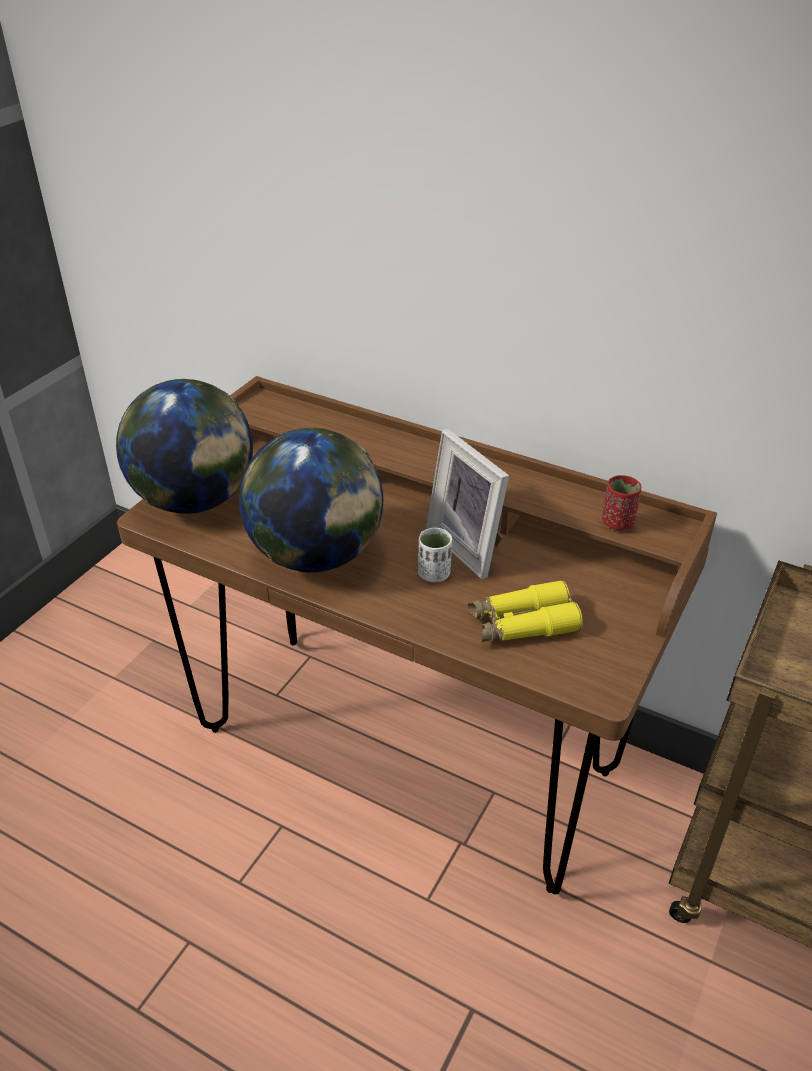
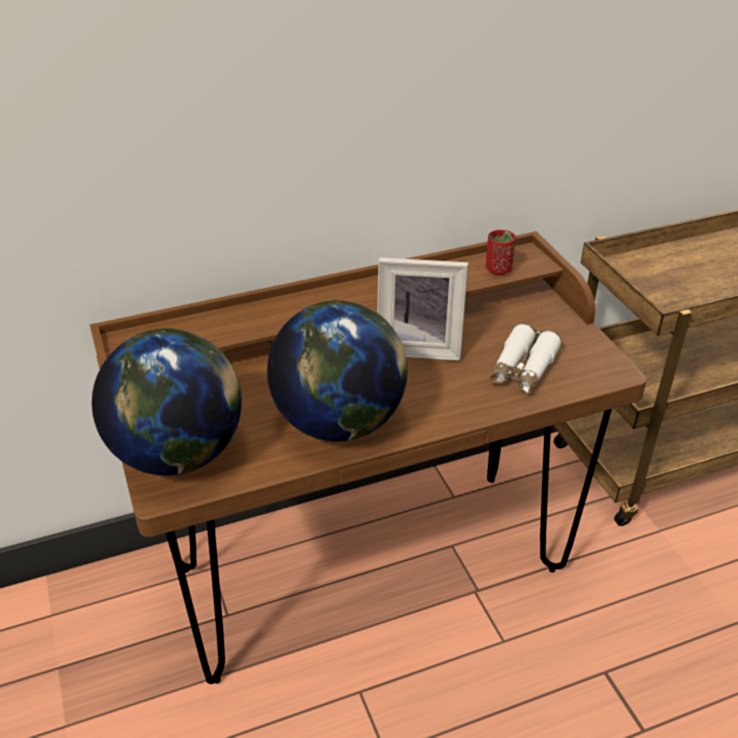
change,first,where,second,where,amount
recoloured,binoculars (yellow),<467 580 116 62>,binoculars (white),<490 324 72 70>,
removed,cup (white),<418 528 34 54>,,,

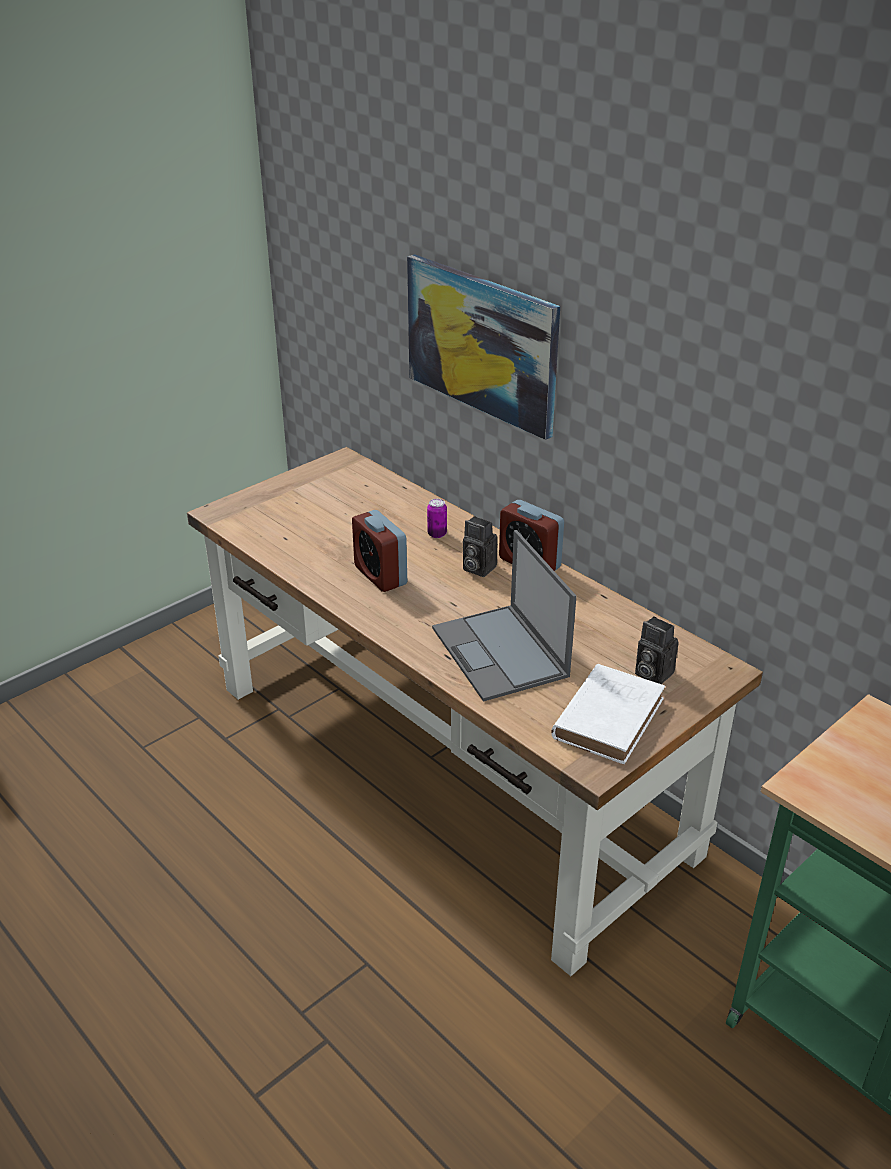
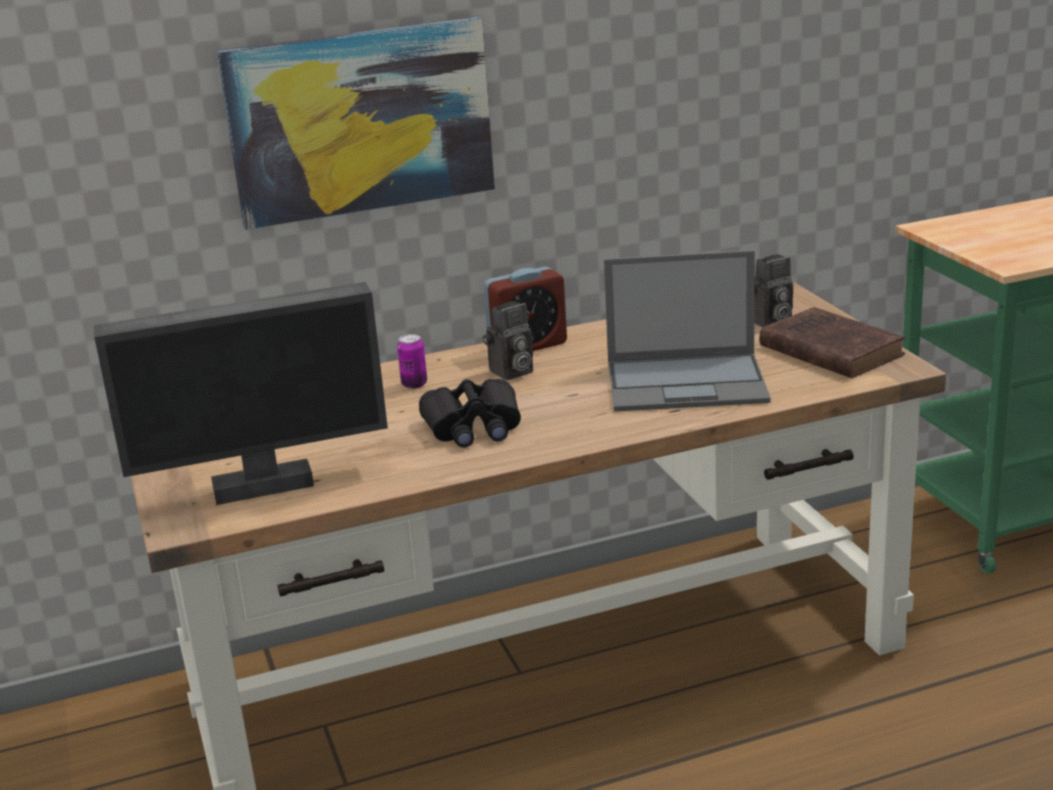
change,first,where,second,where,amount
added,,,monitor,<94 282 294 223>,
replaced,alarm clock,<352 510 55 82>,binoculars (black),<419 379 102 69>,
recoloured,book (white),<551 664 114 100>,book (brown),<760 307 146 71>,

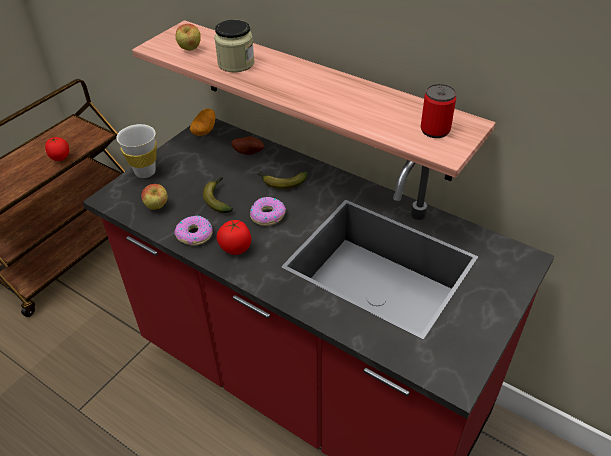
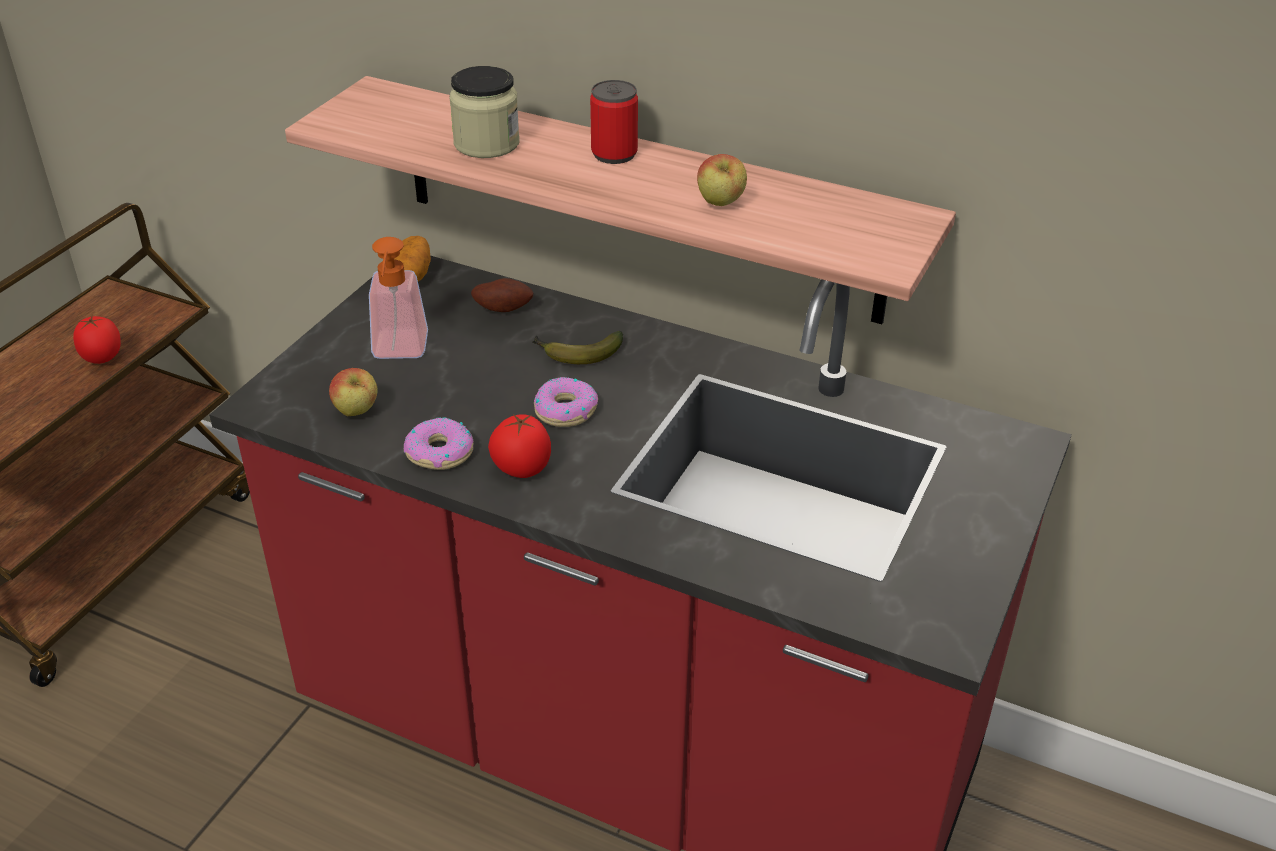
change,first,where,second,where,amount
added,,,soap dispenser,<369 237 59 122>,
moved,can,<421 84 35 54>,,<590 80 48 84>,
moved,apple,<176 24 25 27>,,<697 154 50 52>,
removed,cup (white),<116 124 41 54>,,,
removed,banana,<203 177 30 36>,,,

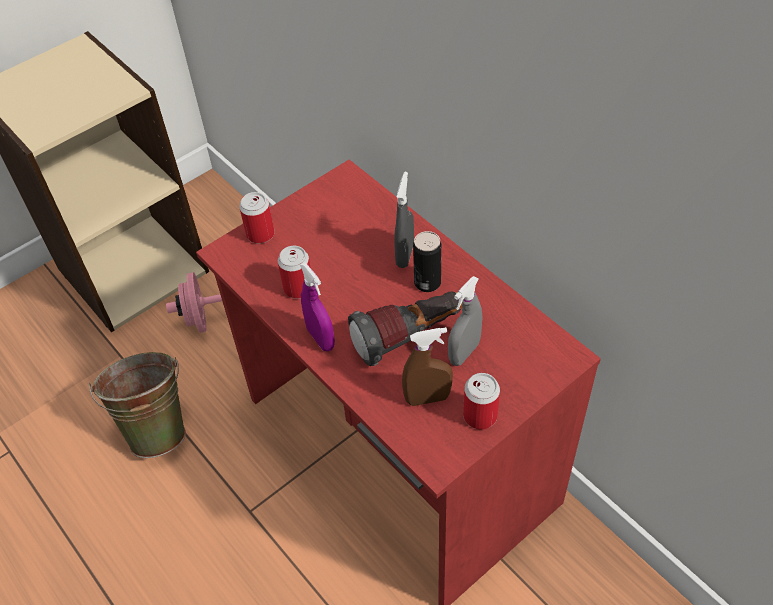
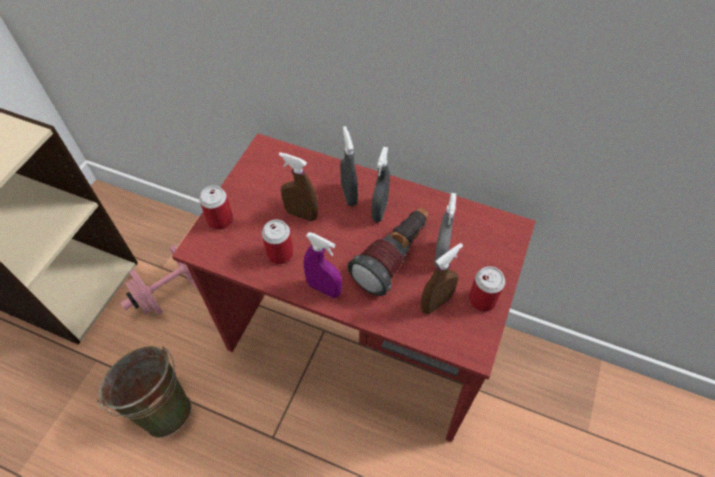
change,first,where,second,where,amount
added,,,spray bottle (brown),<279 152 39 69>,
replaced,can,<413 231 28 61>,spray bottle (grey),<371 147 19 75>,

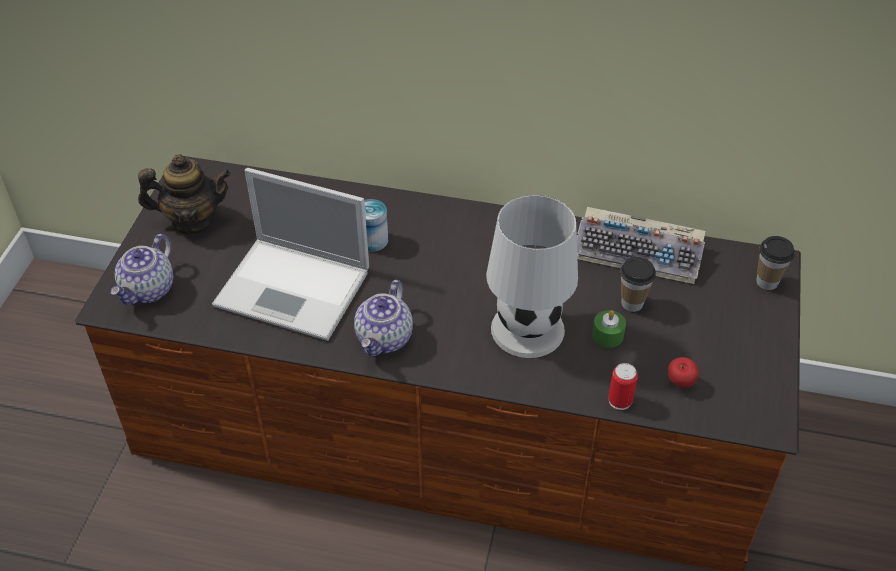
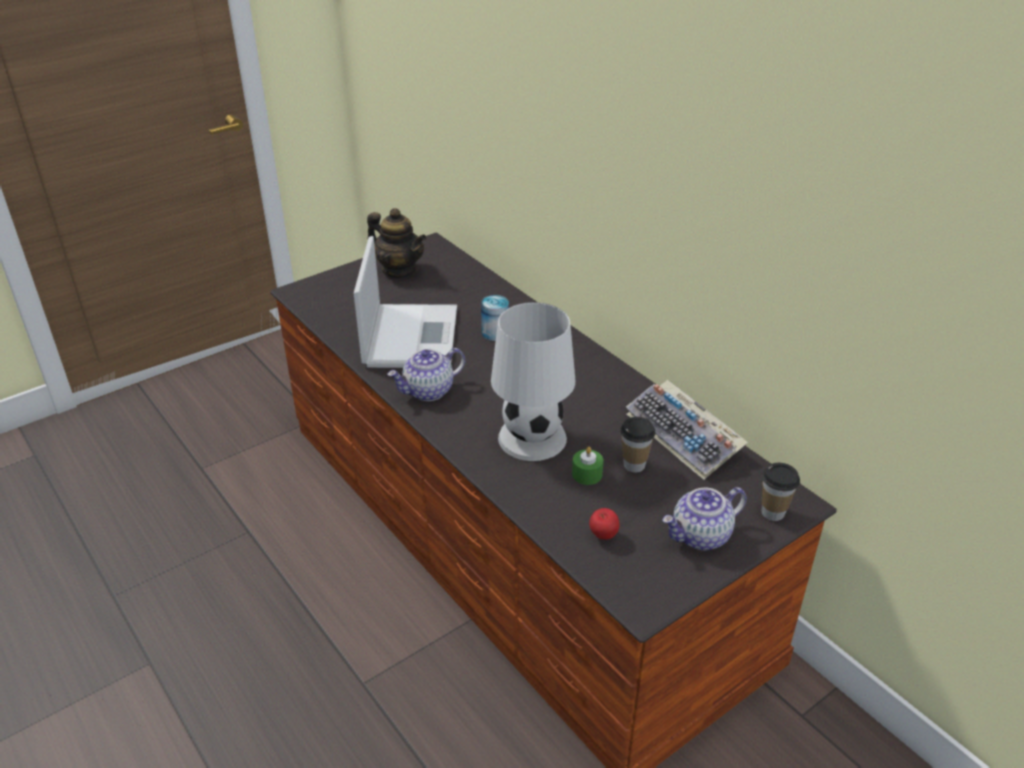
change,first,where,second,where,amount
turned,laptop,<212 168 157 173>,,<354 236 103 132>,150 degrees counterclockwise
moved,teapot,<111 234 62 71>,,<662 487 85 63>,
removed,can,<608 363 30 47>,,,

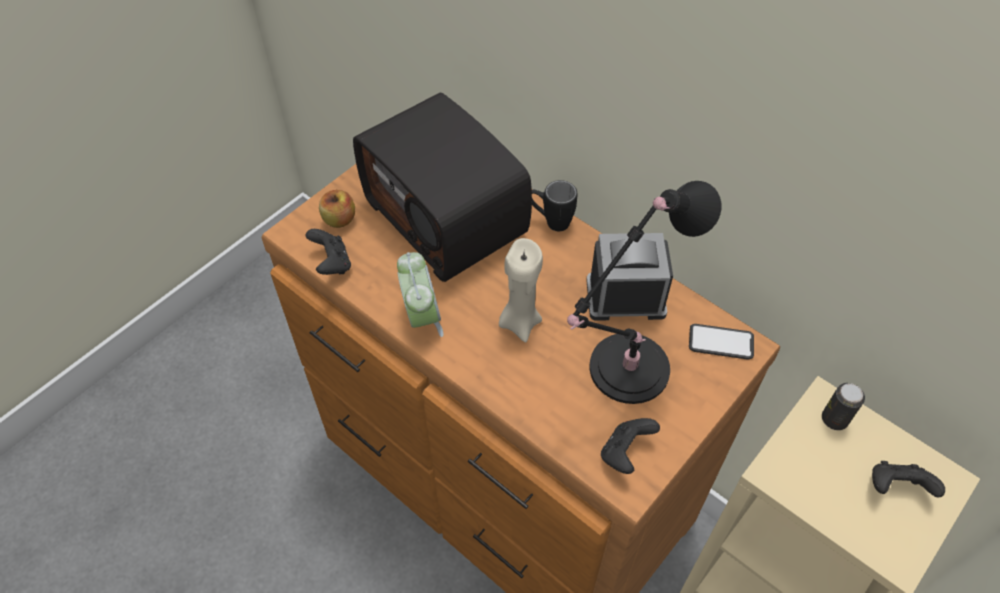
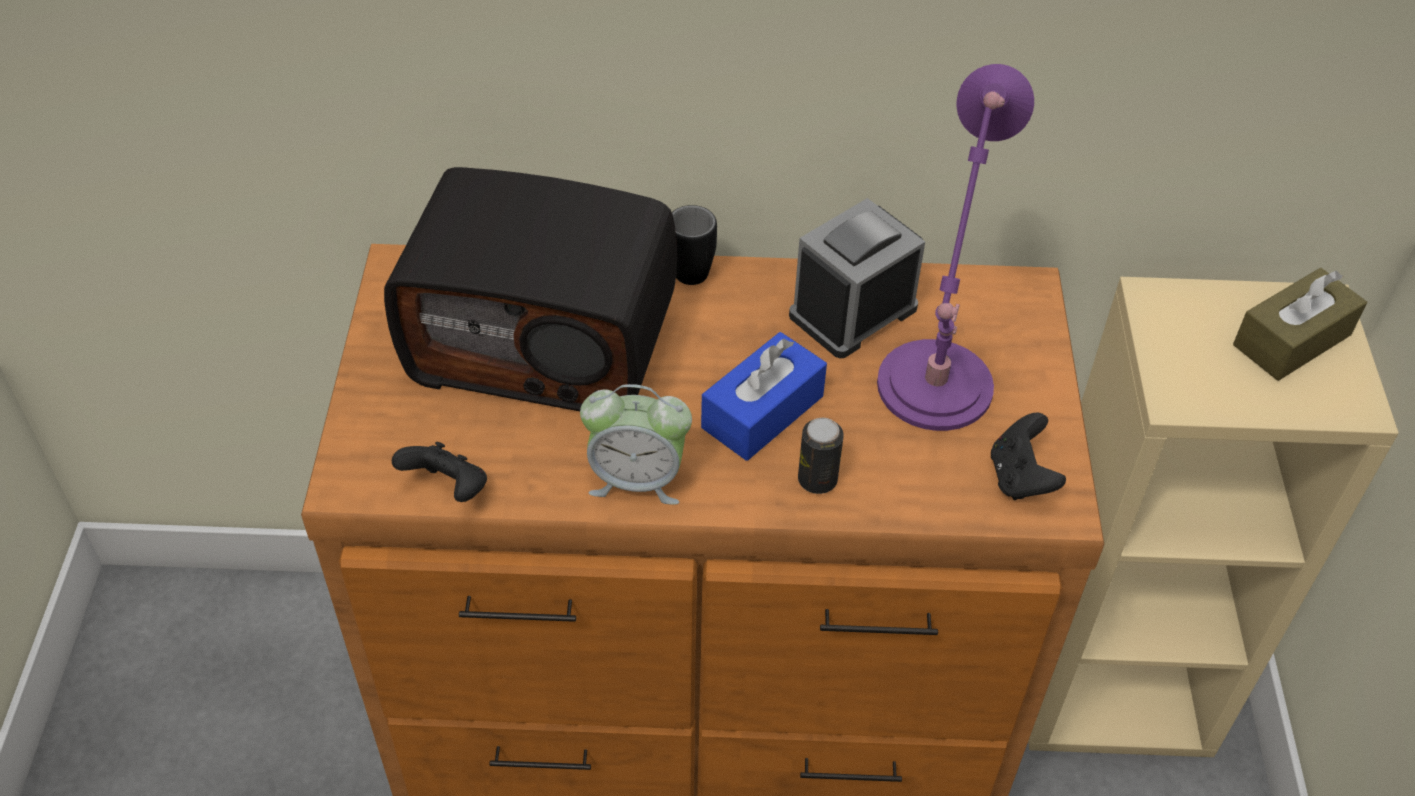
change,first,where,second,where,amount
turned,alarm clock,<397 252 47 85>,,<580 384 112 121>,150 degrees clockwise
replaced,candle (beige),<499 238 44 105>,tissue box (blue),<701 332 126 129>,
moved,can,<822 383 43 47>,,<798 418 46 76>,
recoloured,table lamp (black),<567 181 155 223>,table lamp (purple),<877 64 157 367>,
replaced,game controller (black),<872 461 73 36>,tissue box (brown),<1233 268 134 113>,
removed,apple,<319 190 36 38>,,,
removed,phone,<689 324 65 35>,,,

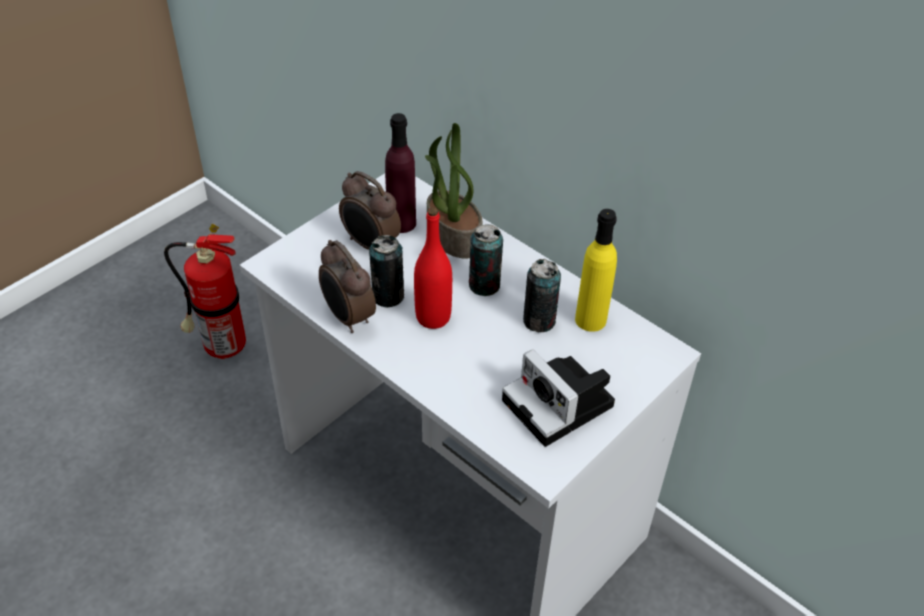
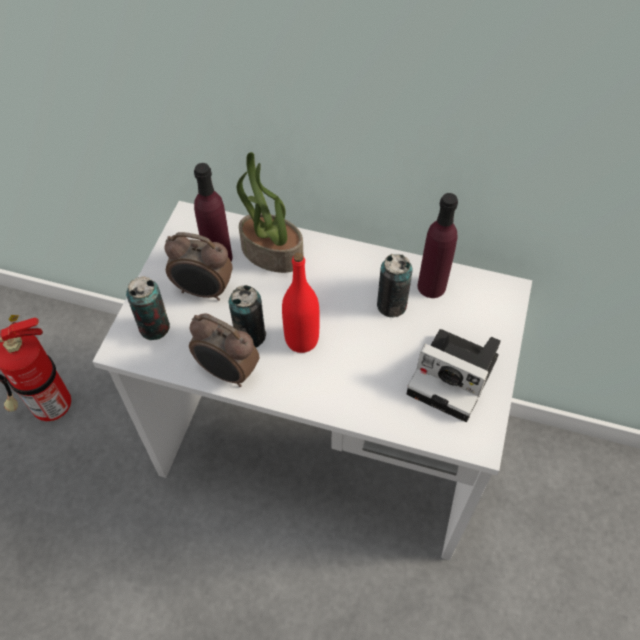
change,first,where,second,where,amount
moved,can,<469 224 34 72>,,<126 276 44 64>,
recoloured,bottle (yellow),<575 209 42 123>,bottle (purple),<417 193 41 105>,

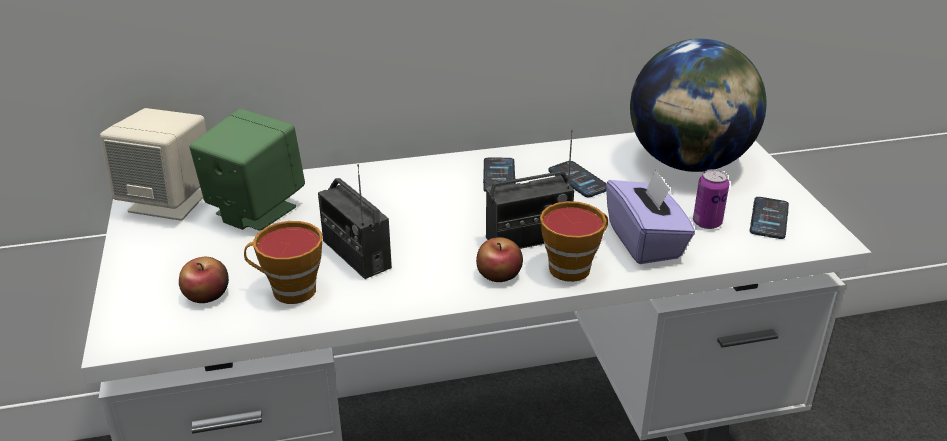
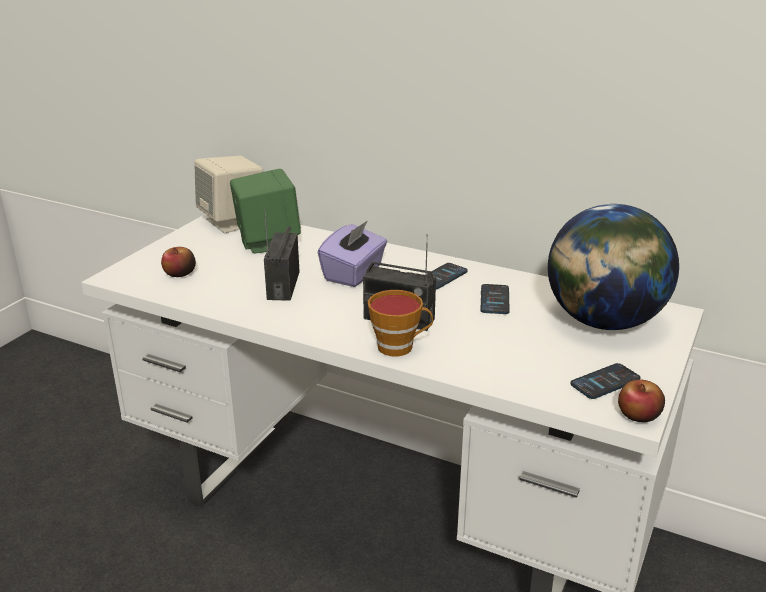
change,first,where,second,where,amount
moved,tissue box (purple),<606 170 89 94>,,<318 220 69 67>,
moved,apple,<476 237 47 45>,,<618 379 47 43>,
removed,cup,<244 221 78 83>,,,
removed,can,<693 169 36 60>,,,

